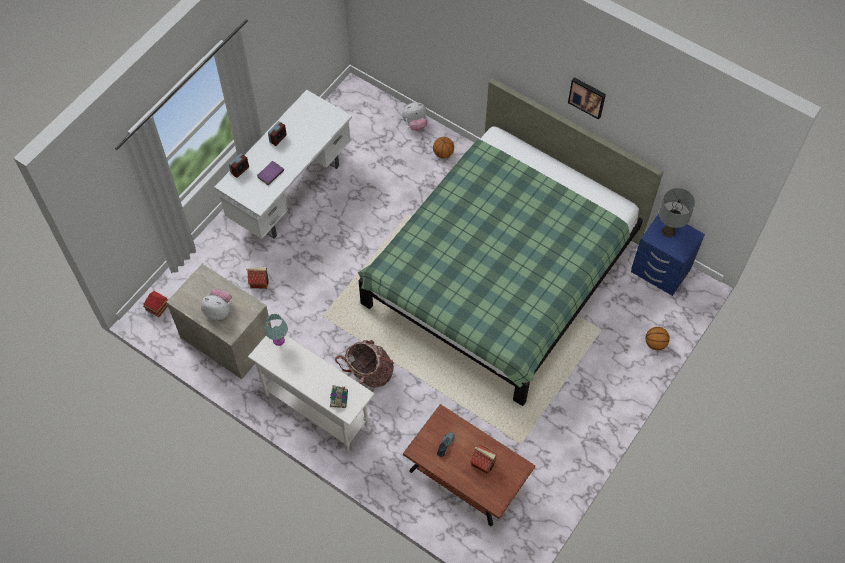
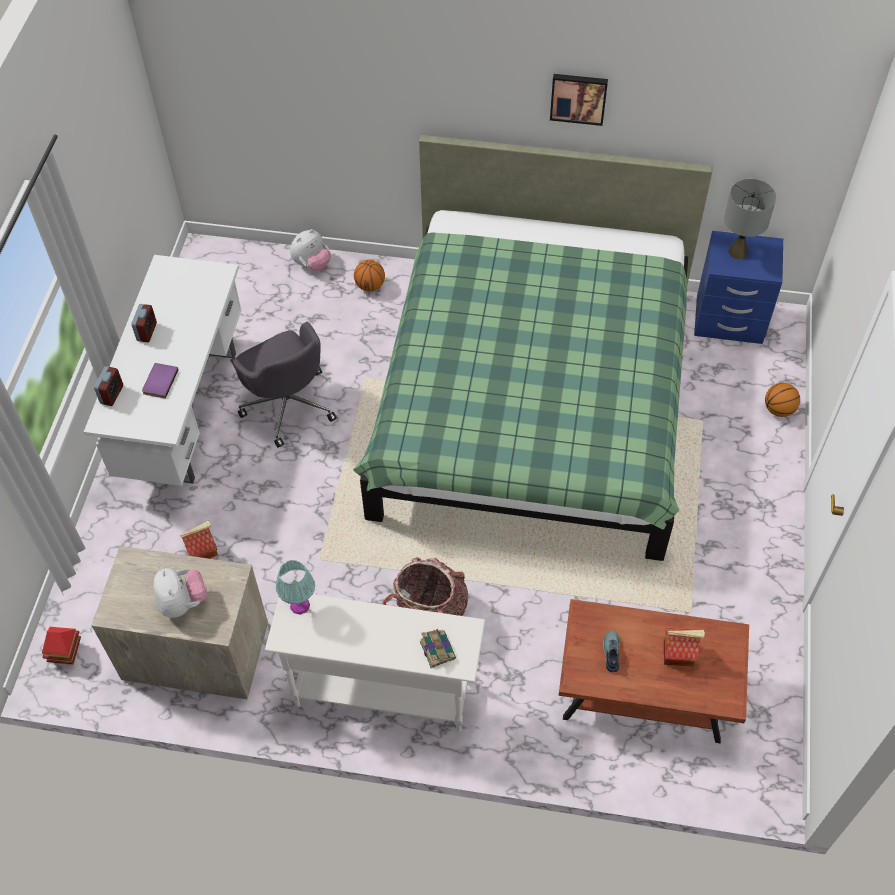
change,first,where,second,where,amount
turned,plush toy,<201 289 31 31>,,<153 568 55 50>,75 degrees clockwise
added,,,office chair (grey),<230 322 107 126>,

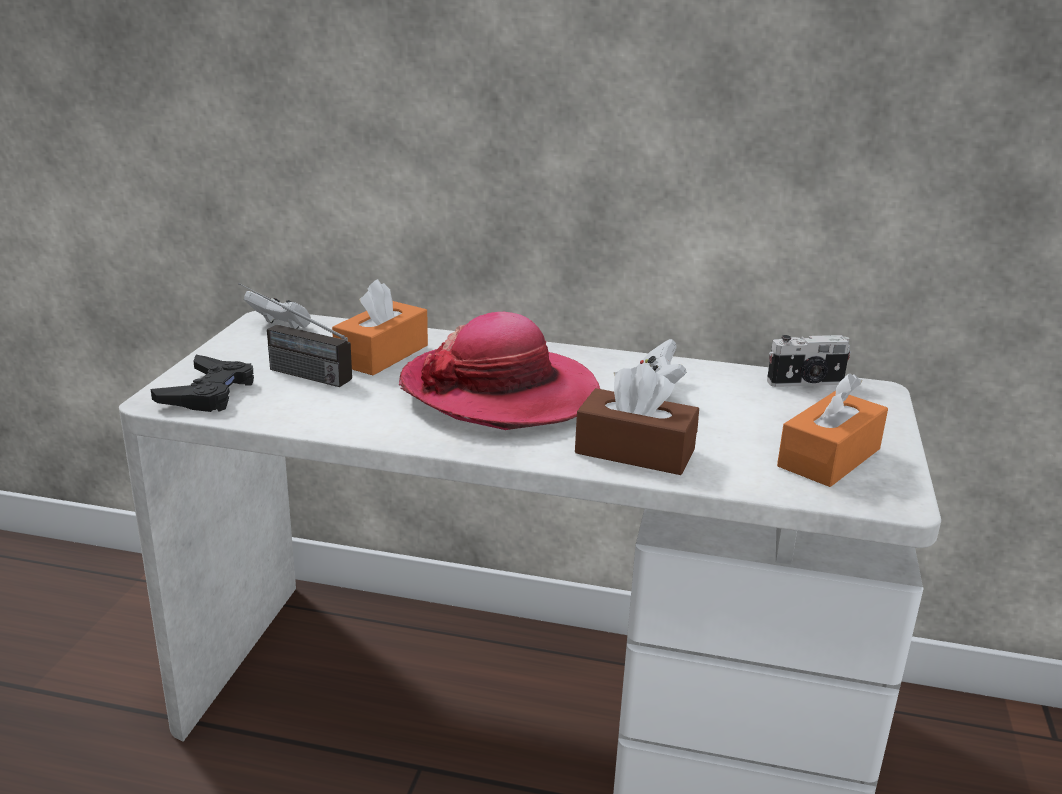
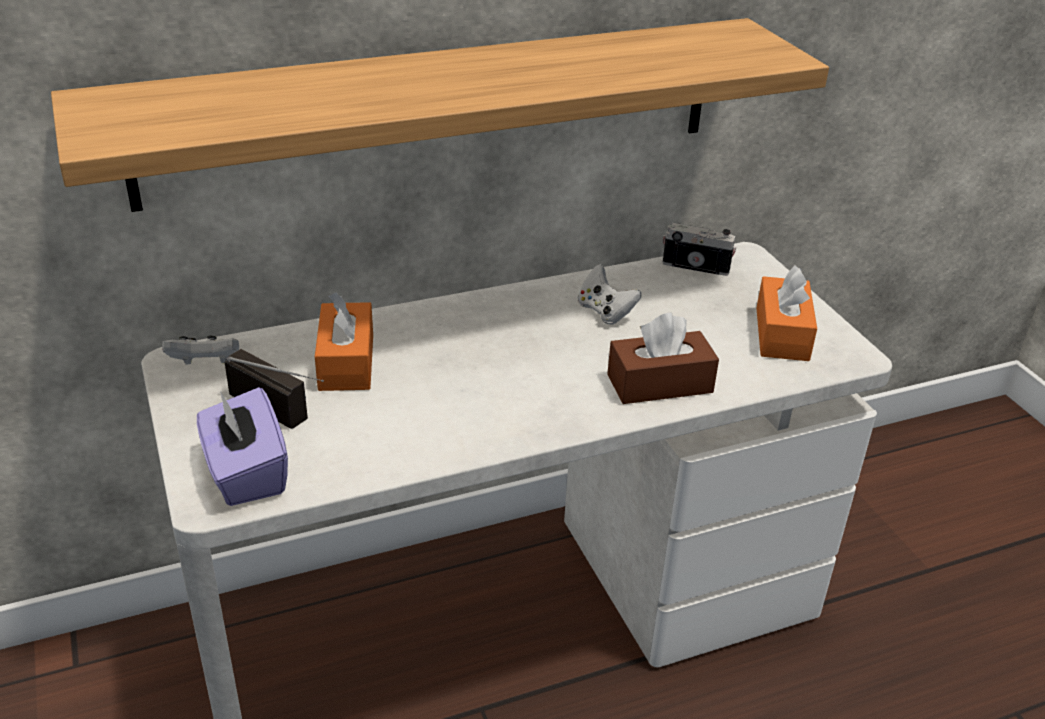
change,first,where,second,where,amount
added,,,shelf,<51 18 778 194>,
replaced,game controller (black),<151 355 103 57>,tissue box (purple),<197 387 91 119>,
turned,radio,<238 283 114 104>,,<225 349 99 80>,135 degrees counterclockwise
turned,photo camera,<767 335 84 52>,,<663 223 73 53>,120 degrees counterclockwise
removed,hat,<399 312 201 118>,,,

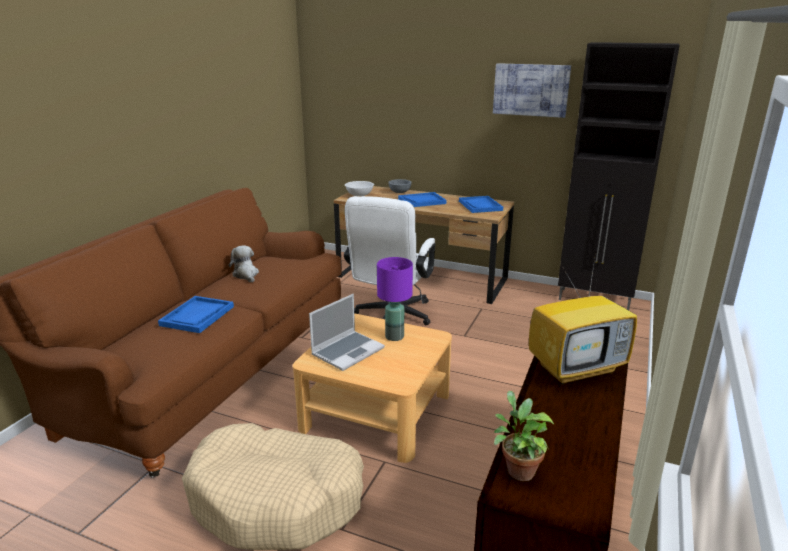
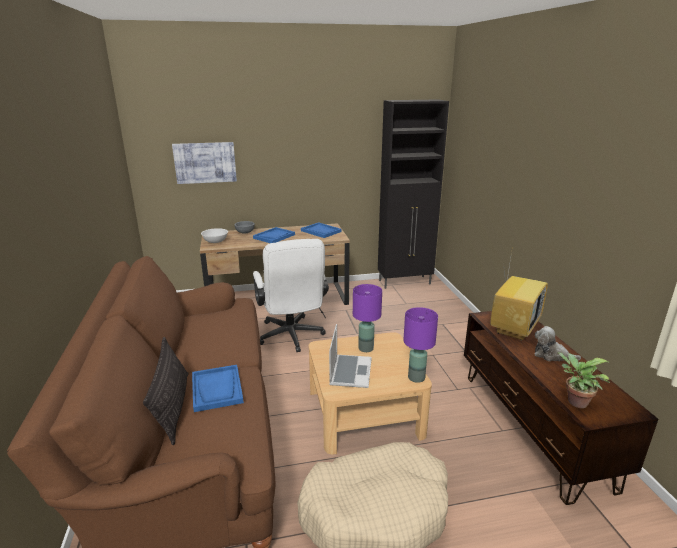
change,first,where,second,where,amount
added,,,pillow,<143 337 45 108>,
moved,picture,<493 63 78 55>,,<172 142 65 42>,
added,,,table lamp (purple),<403 307 35 76>,
moved,plush toy,<229 245 30 38>,,<535 326 46 35>,

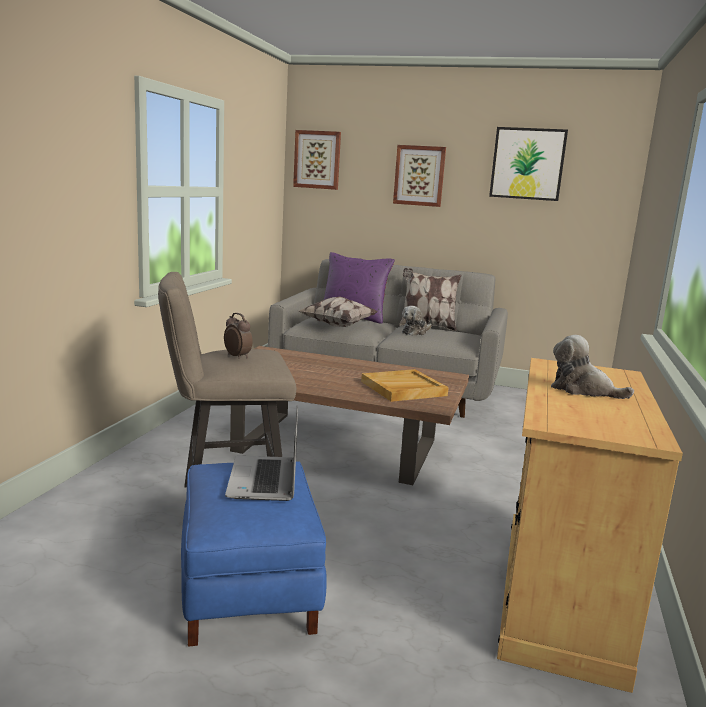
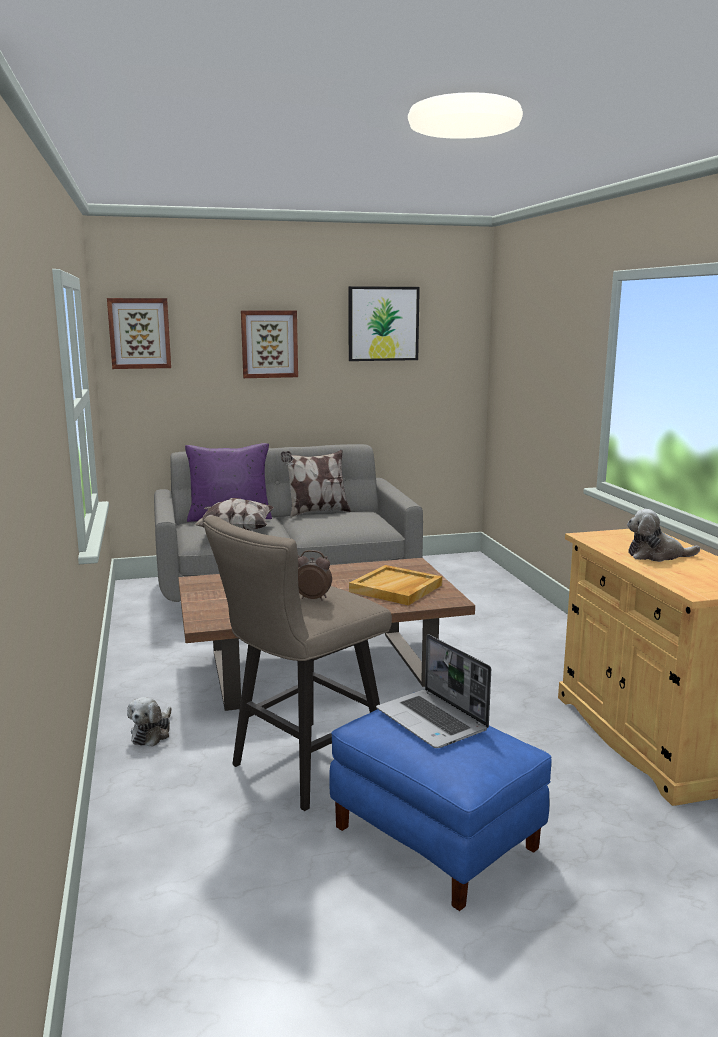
change,first,where,second,where,amount
moved,plush toy,<402 306 30 30>,,<127 697 45 50>,

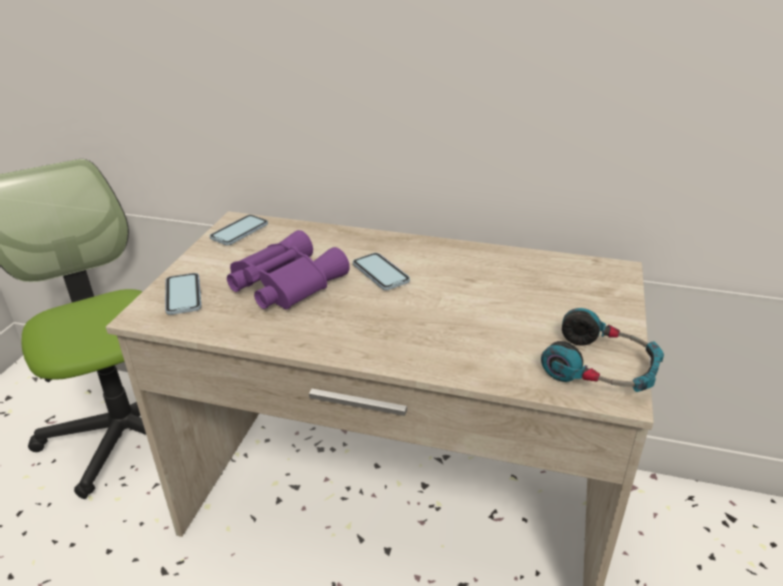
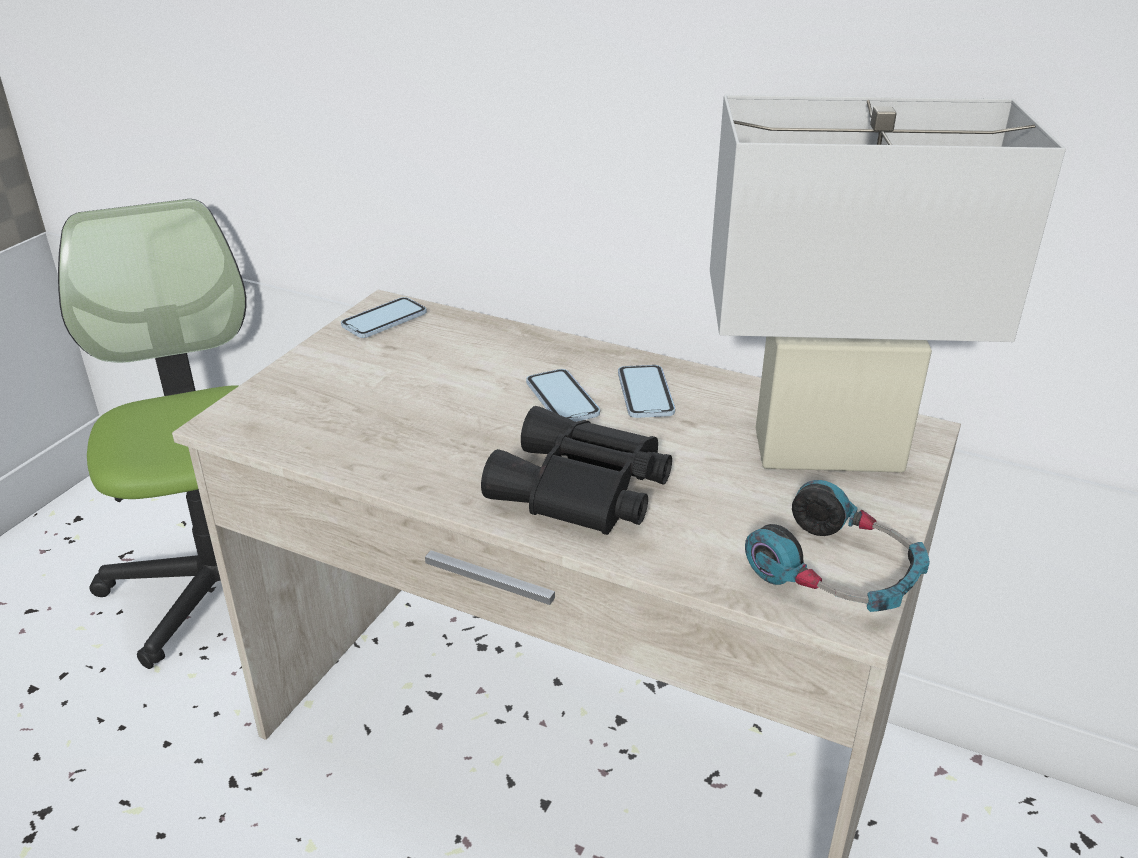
change,first,where,second,where,amount
added,,,binoculars (black),<481 406 191 129>,
moved,phone,<165 273 36 42>,,<618 365 57 53>,
added,,,table lamp (white),<710 95 356 378>,
removed,binoculars (purple),<227 230 123 80>,,,

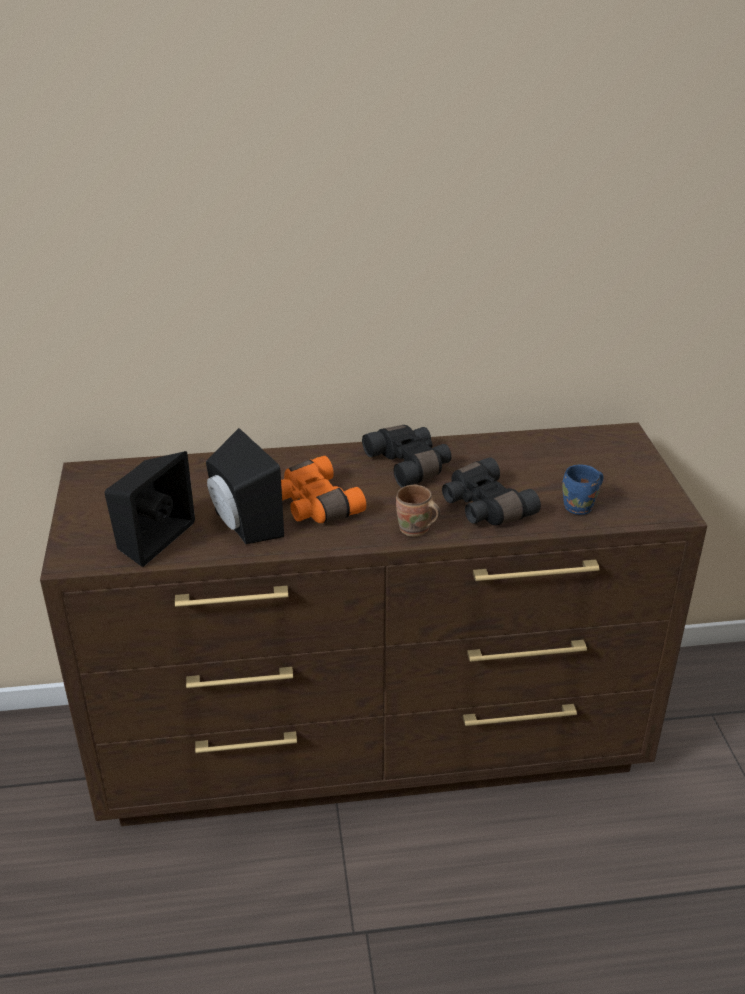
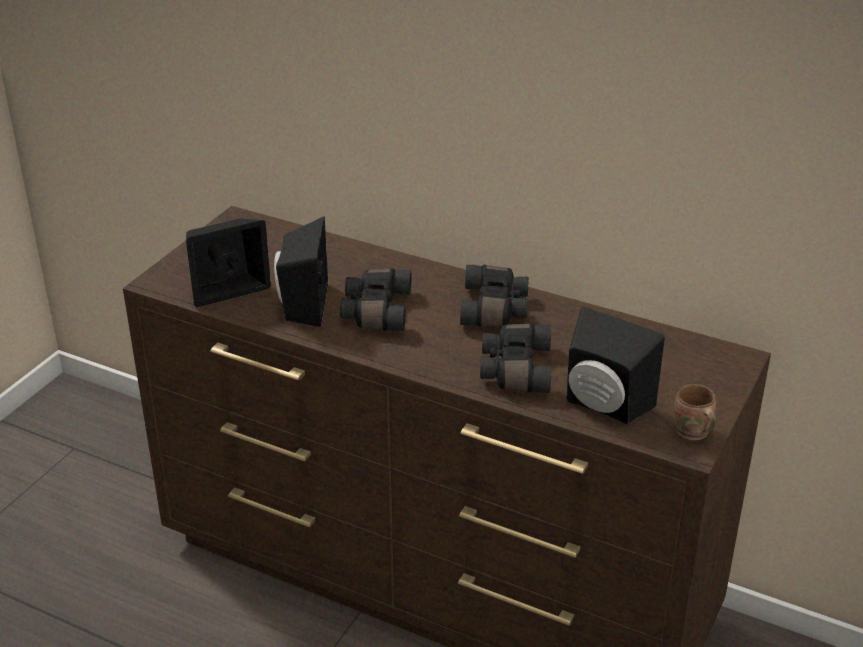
change,first,where,second,where,amount
recoloured,binoculars (orange),<281 456 85 67>,binoculars (black),<340 268 72 63>,
replaced,mug (blue),<562 464 42 51>,speaker (black),<567 307 98 117>,
moved,mug (brown),<396 485 45 52>,,<674 384 42 56>,

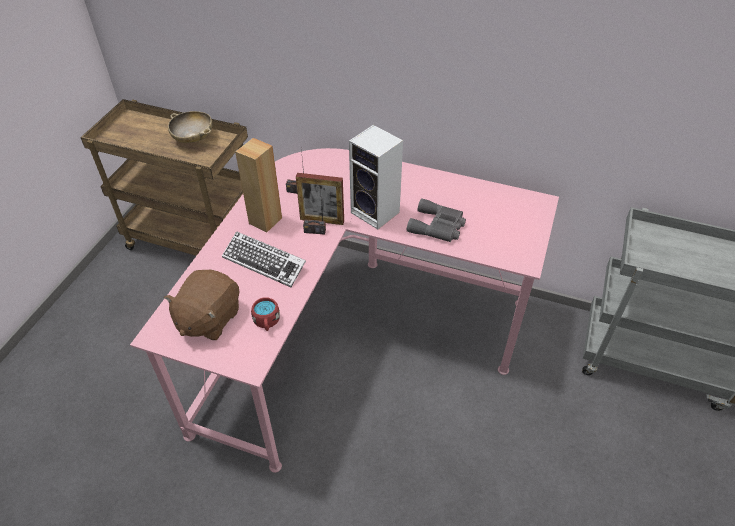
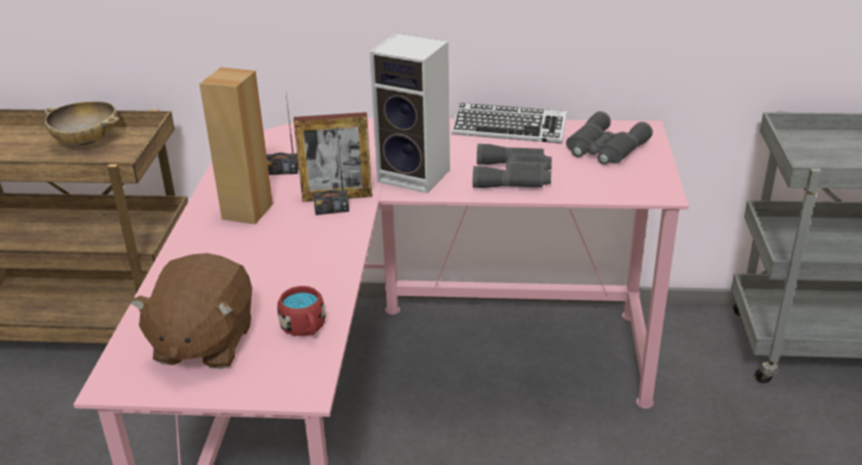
change,first,where,second,where,amount
moved,keyboard,<222 231 84 56>,,<452 103 115 40>,
added,,,binoculars (grey),<566 111 87 54>,

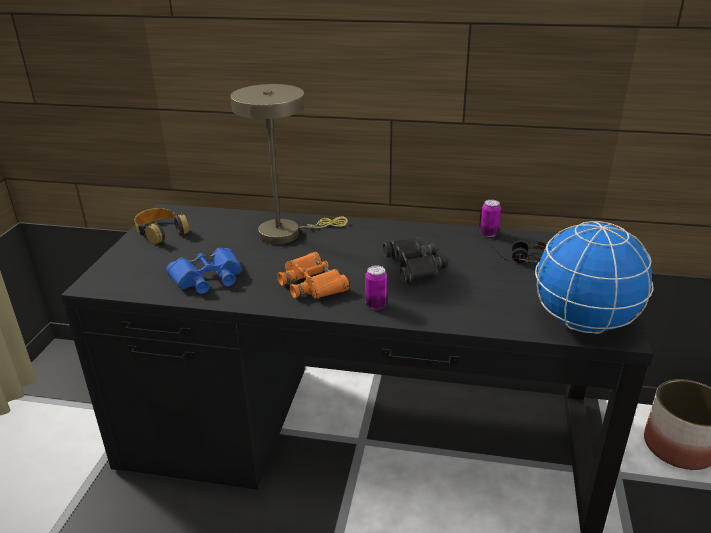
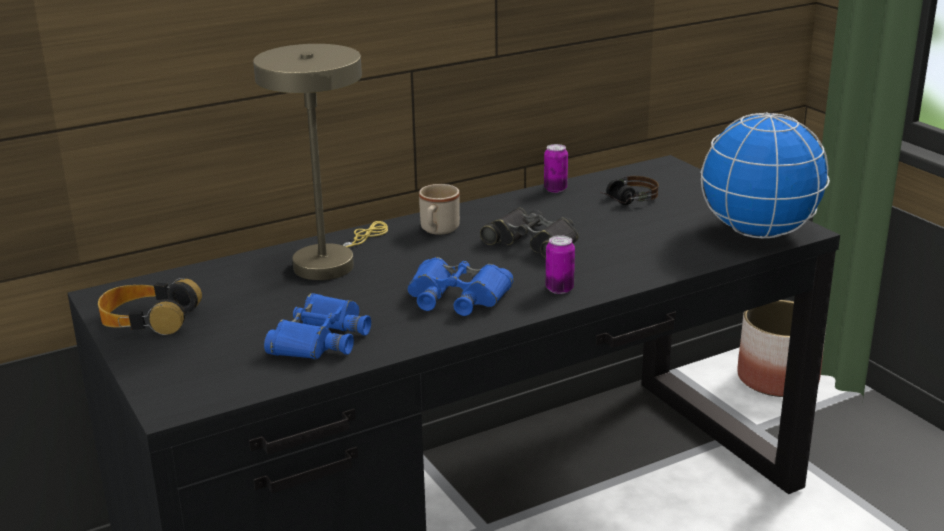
change,first,where,second,where,amount
recoloured,binoculars (orange),<277 252 72 47>,binoculars (blue),<407 257 107 59>,
added,,,mug (beige),<419 184 41 51>,

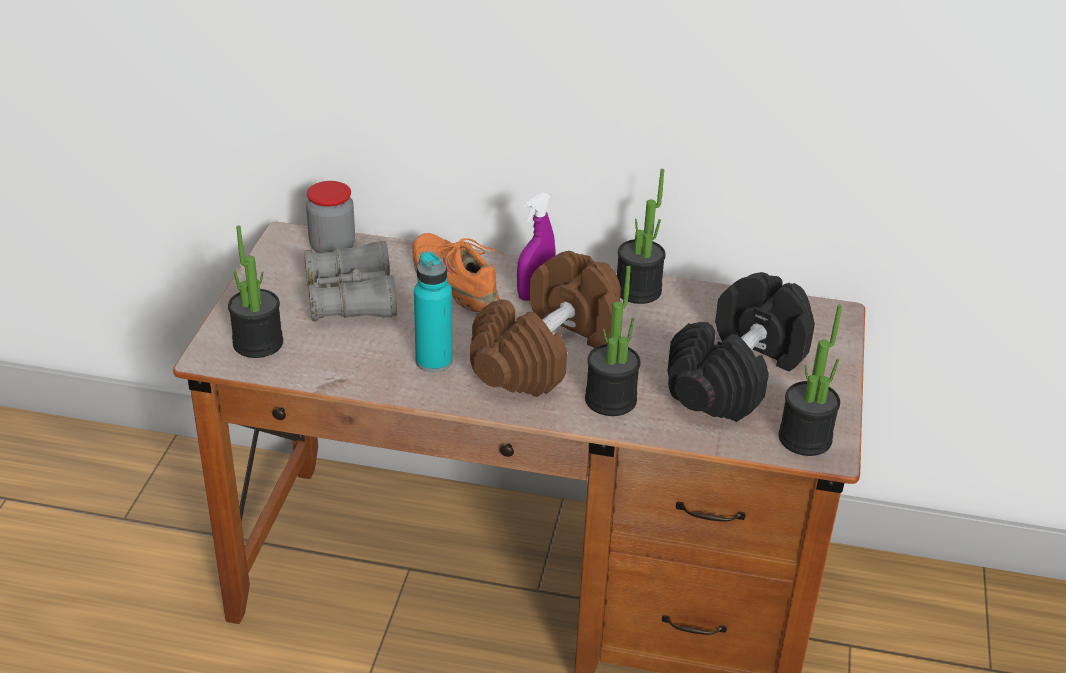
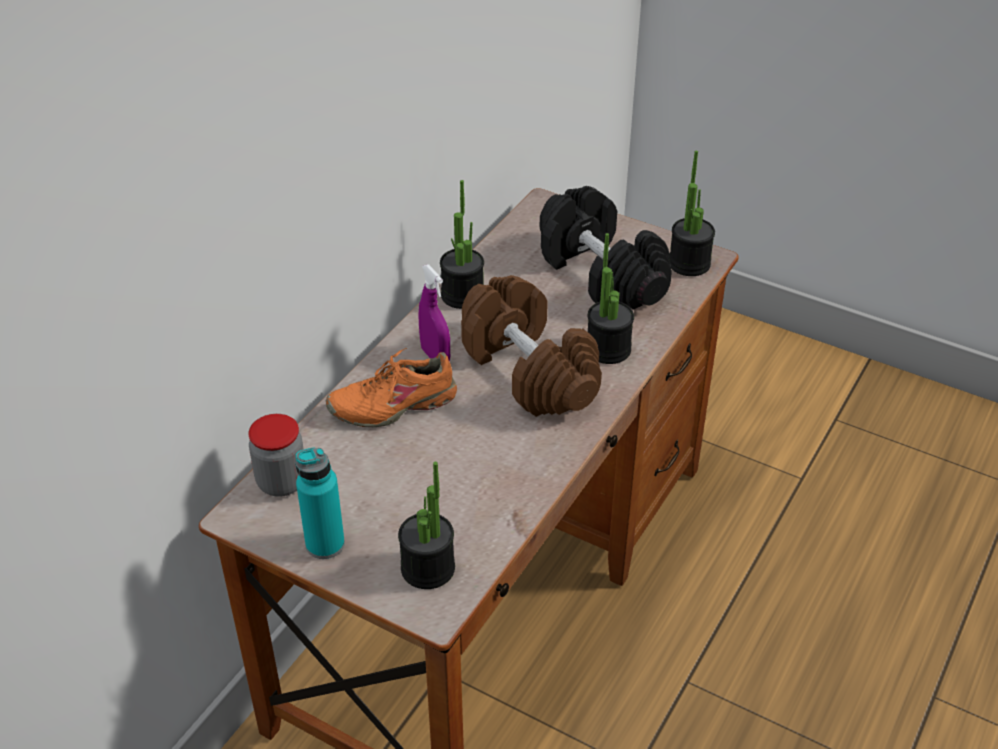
change,first,where,second,where,amount
moved,bottle (turquoise),<414 251 38 121>,,<295 447 50 112>,
removed,binoculars (grey),<304 241 93 81>,,,

